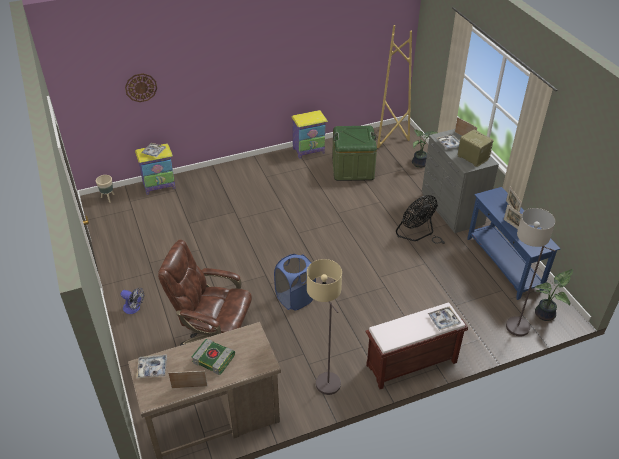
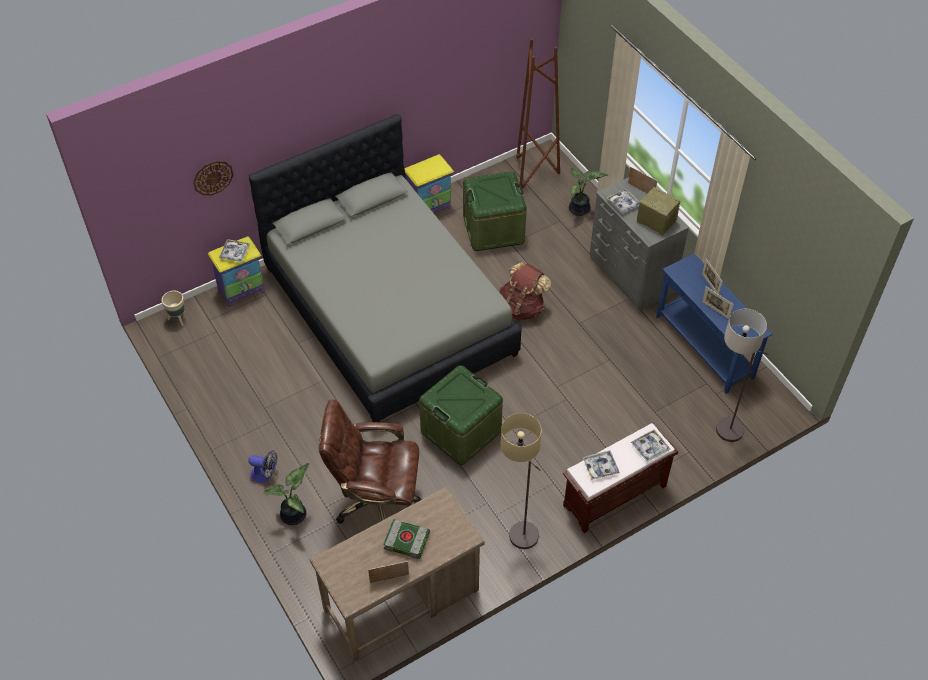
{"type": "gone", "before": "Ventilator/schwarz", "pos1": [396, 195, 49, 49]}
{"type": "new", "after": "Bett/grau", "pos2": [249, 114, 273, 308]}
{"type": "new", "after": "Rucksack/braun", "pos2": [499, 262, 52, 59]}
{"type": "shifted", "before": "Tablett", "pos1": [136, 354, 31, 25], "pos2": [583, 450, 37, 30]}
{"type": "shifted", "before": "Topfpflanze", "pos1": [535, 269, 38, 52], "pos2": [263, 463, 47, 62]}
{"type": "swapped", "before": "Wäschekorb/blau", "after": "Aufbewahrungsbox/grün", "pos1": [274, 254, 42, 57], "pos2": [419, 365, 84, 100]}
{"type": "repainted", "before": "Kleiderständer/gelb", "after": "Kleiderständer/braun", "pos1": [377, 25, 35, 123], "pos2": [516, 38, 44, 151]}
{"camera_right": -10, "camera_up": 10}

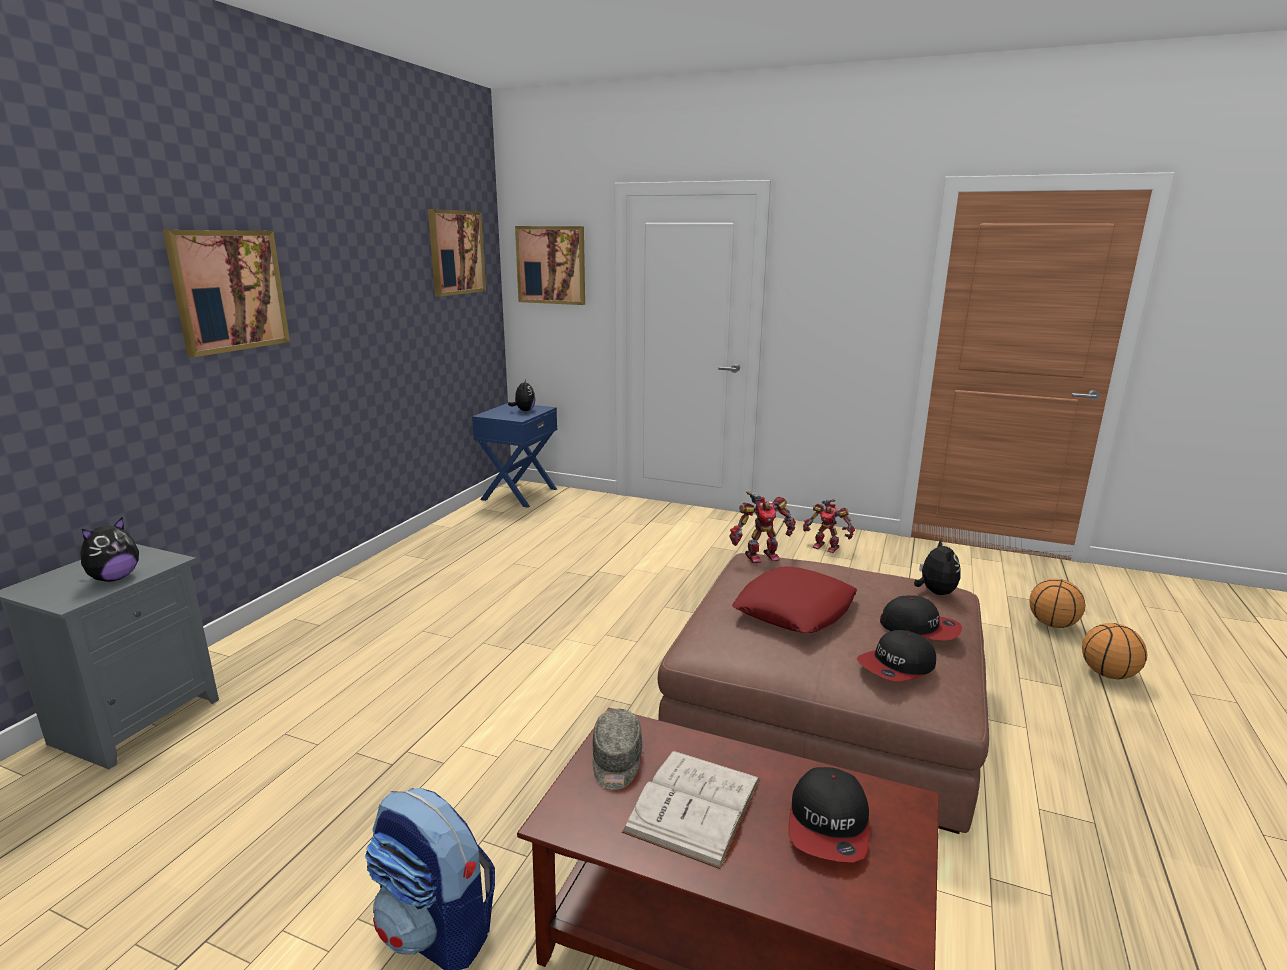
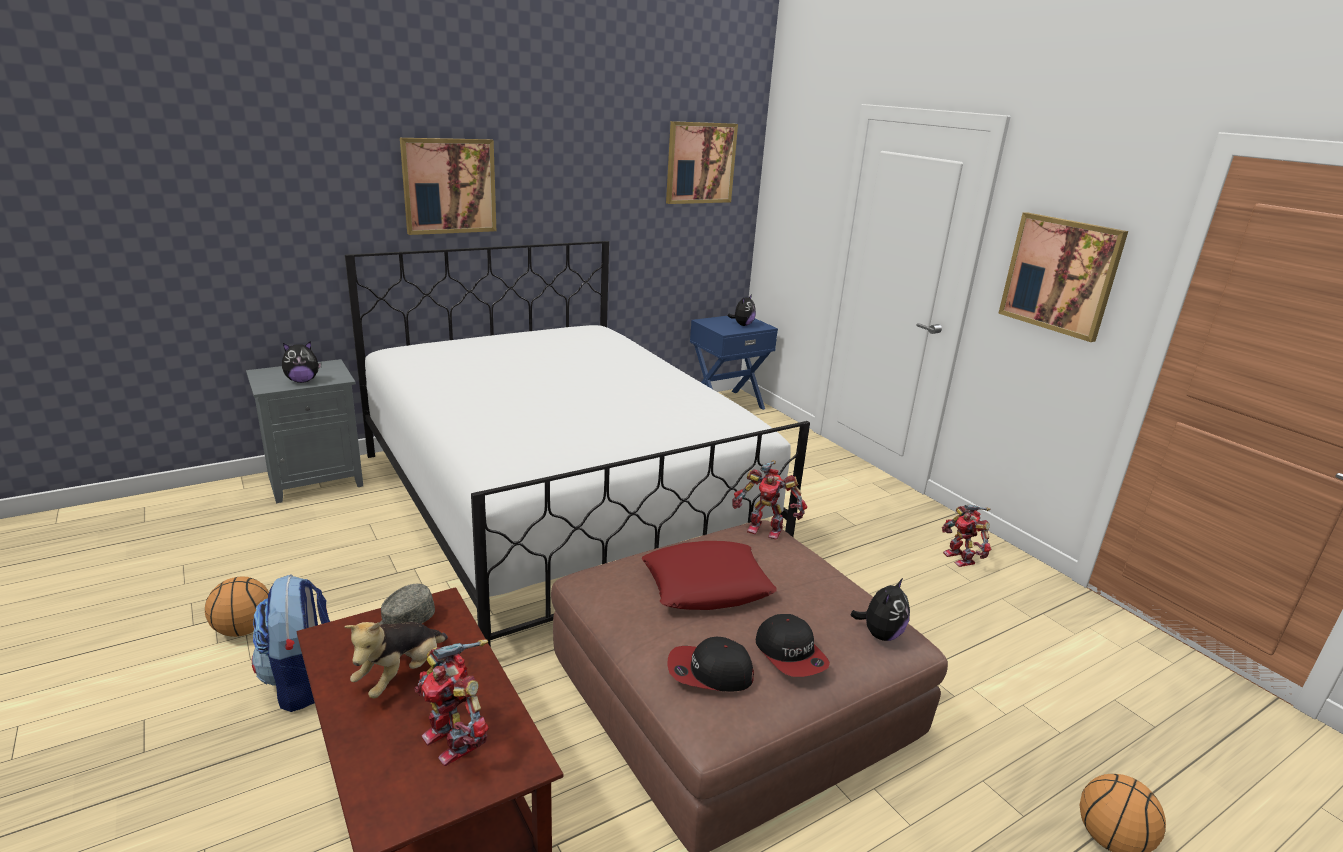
{"type": "new", "after": "Bett/weiß", "pos2": [345, 241, 465, 406]}
{"type": "shifted", "before": "Bild", "pos1": [515, 226, 70, 79], "pos2": [998, 212, 130, 130]}
{"type": "shifted", "before": "Basketball", "pos1": [1029, 579, 56, 49], "pos2": [205, 576, 64, 61]}
{"type": "swapped", "before": "Buch/weiß", "after": "Plüschtier", "pos1": [622, 751, 138, 118], "pos2": [344, 622, 104, 76]}
{"type": "swapped", "before": "Kappe", "after": "Spielzeugroboter", "pos1": [789, 767, 80, 95], "pos2": [414, 639, 75, 127]}
{"camera_right": 35, "camera_up": 5}

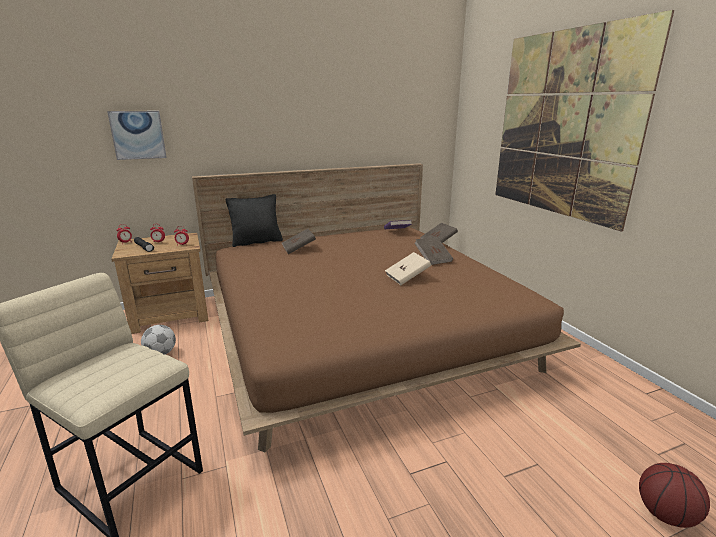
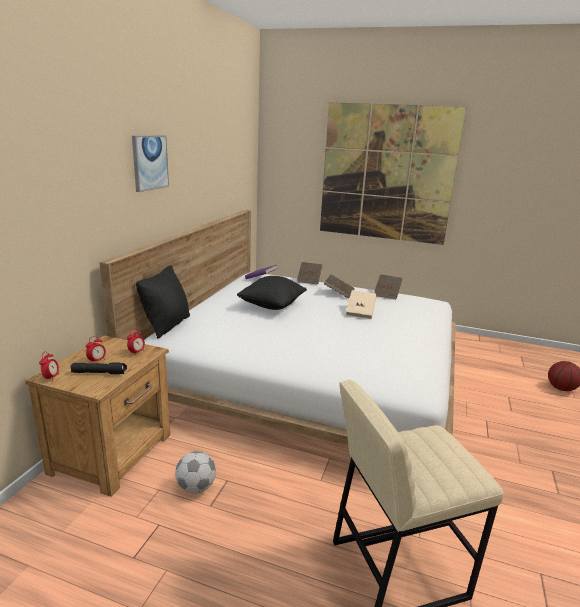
{"type": "new", "after": "Kissen/schwarz", "pos2": [237, 276, 70, 34]}
{"type": "shifted", "before": "Bild", "pos1": [107, 111, 60, 49], "pos2": [132, 135, 37, 57]}
{"type": "shifted", "before": "Buch/braun", "pos1": [282, 229, 34, 25], "pos2": [374, 274, 28, 25]}
{"type": "repainted", "before": "Bett/braun", "after": "Bett/weiß", "pos1": [192, 163, 389, 290], "pos2": [100, 210, 356, 236]}
{"camera_right": -50, "camera_up": 0}

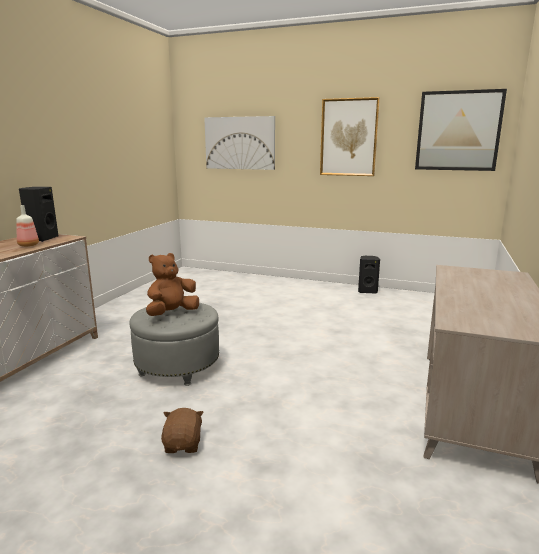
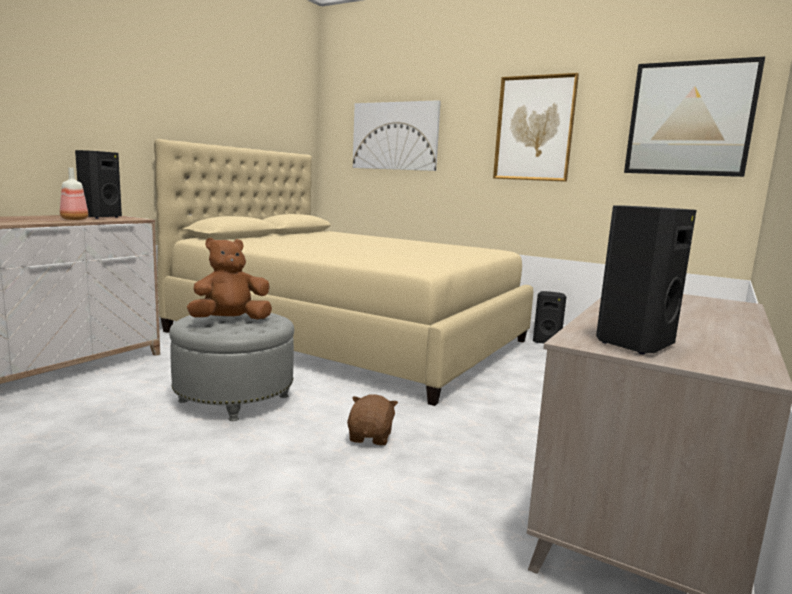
{"type": "new", "after": "Bett/beige", "pos2": [154, 139, 379, 267]}
{"type": "new", "after": "Lautsprecher/schwarz", "pos2": [596, 205, 100, 149]}
{"type": "shifted", "before": "Plüschtier/braun", "pos1": [161, 408, 43, 45], "pos2": [347, 394, 51, 51]}
{"camera_right": 10, "camera_up": -5}

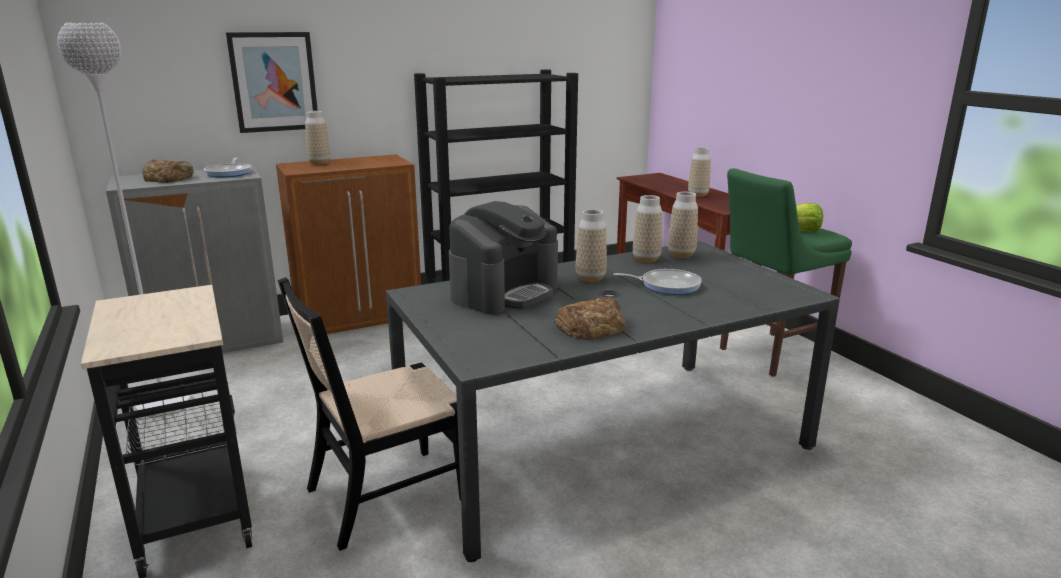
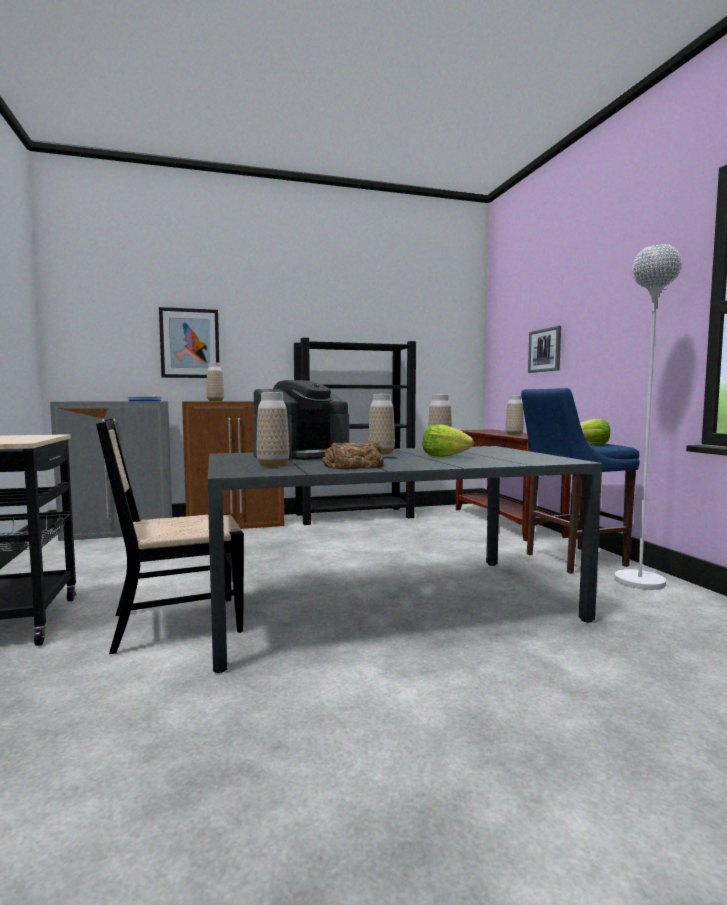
{"type": "gone", "before": "Brot", "pos1": [142, 160, 51, 23]}
{"type": "new", "after": "Bild", "pos2": [528, 326, 33, 47]}
{"type": "shifted", "before": "Stehlampe/weiß", "pos1": [57, 22, 135, 395], "pos2": [615, 244, 67, 346]}
{"type": "shifted", "before": "Vase", "pos1": [668, 192, 30, 66], "pos2": [256, 392, 33, 75]}
{"type": "swapped", "before": "Pfanne", "after": "Salatkopf", "pos1": [613, 269, 89, 26], "pos2": [423, 424, 51, 33]}
{"type": "repainted", "before": "Hocker/grün", "after": "Hocker/blau", "pos1": [720, 168, 132, 209], "pos2": [521, 388, 119, 186]}
{"camera_right": 10, "camera_up": -15}

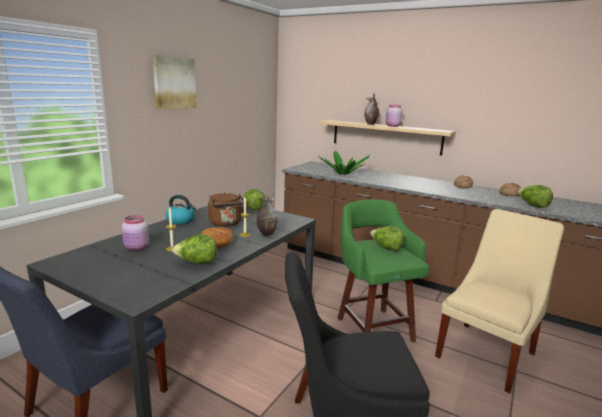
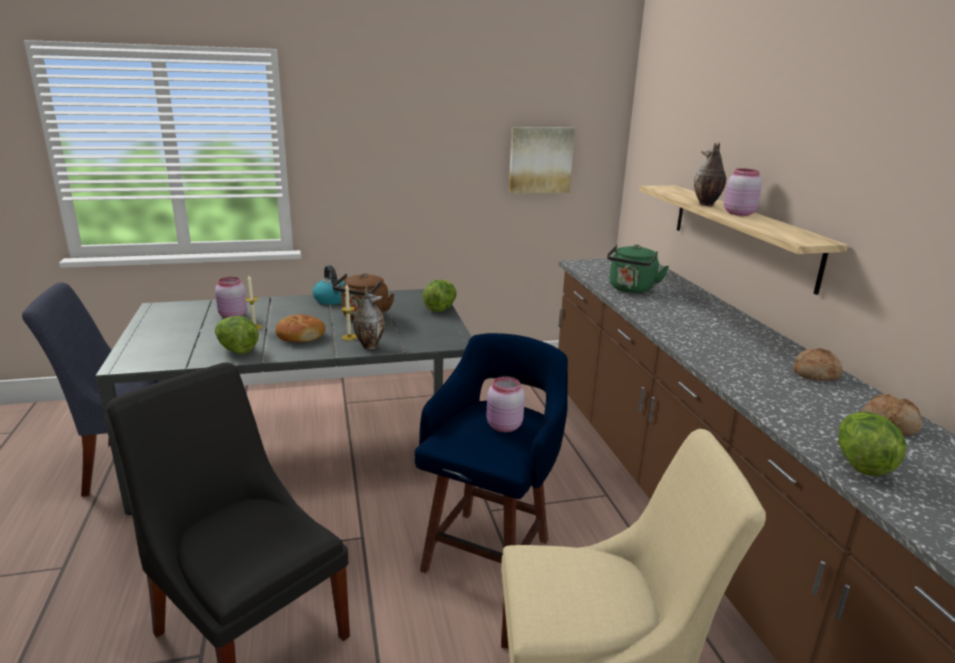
{"type": "shifted", "before": "Bild", "pos1": [152, 55, 44, 54], "pos2": [509, 127, 66, 67]}
{"type": "swapped", "before": "Topfpflanze", "after": "Wasserkessel/grün", "pos1": [318, 150, 52, 25], "pos2": [607, 244, 62, 49]}
{"type": "swapped", "before": "Salatkopf", "after": "Vorratsglas/rosa", "pos1": [370, 226, 35, 25], "pos2": [486, 377, 39, 55]}
{"type": "repainted", "before": "Hocker/grün", "after": "Hocker/blau", "pos1": [337, 199, 93, 143], "pos2": [414, 333, 154, 241]}
{"camera_right": 45, "camera_up": 5}

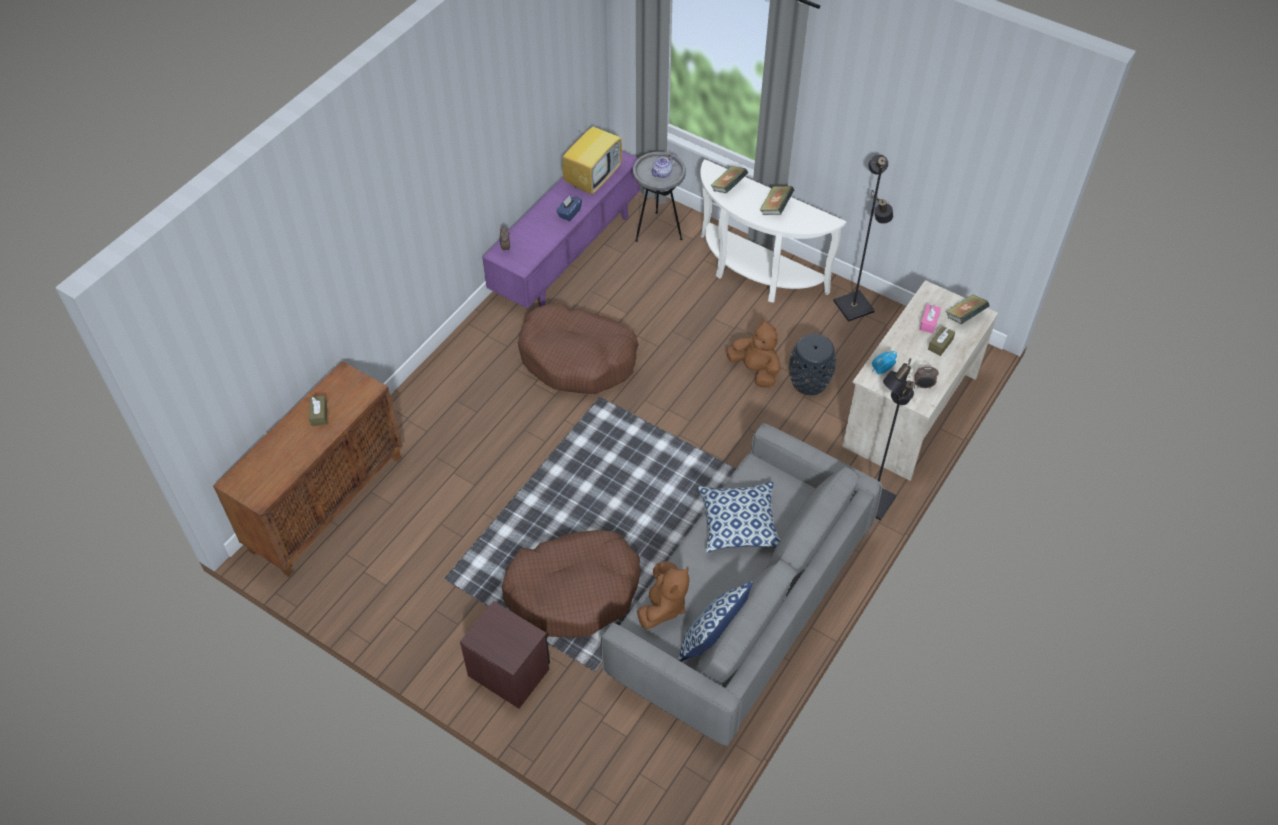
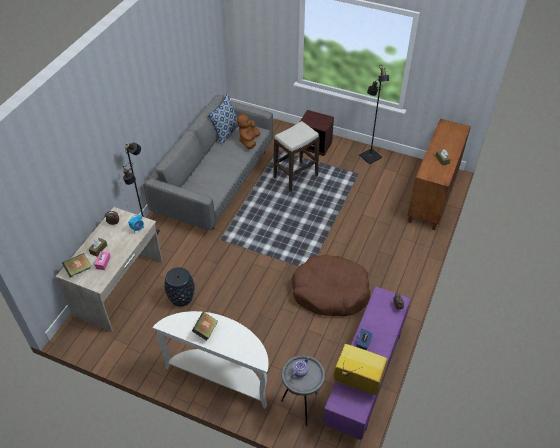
{"type": "gone", "before": "Kissen", "pos1": [698, 482, 83, 71]}
{"type": "gone", "before": "Buch", "pos1": [710, 166, 38, 27]}
{"type": "gone", "before": "Plüschtier/braun", "pos1": [726, 318, 55, 69]}
{"type": "shifted", "before": "Stehlampe/schwarz", "pos1": [833, 155, 60, 167], "pos2": [359, 66, 30, 98]}
{"type": "swapped", "before": "Hundebett/braun", "after": "Hocker", "pos1": [501, 530, 140, 108], "pos2": [273, 121, 47, 71]}
{"type": "rotated", "before": "Fernseher", "pos1": [562, 115, 60, 80], "pos2": [334, 344, 54, 51], "turn": 90}
{"camera_right": 170, "camera_up": -5}

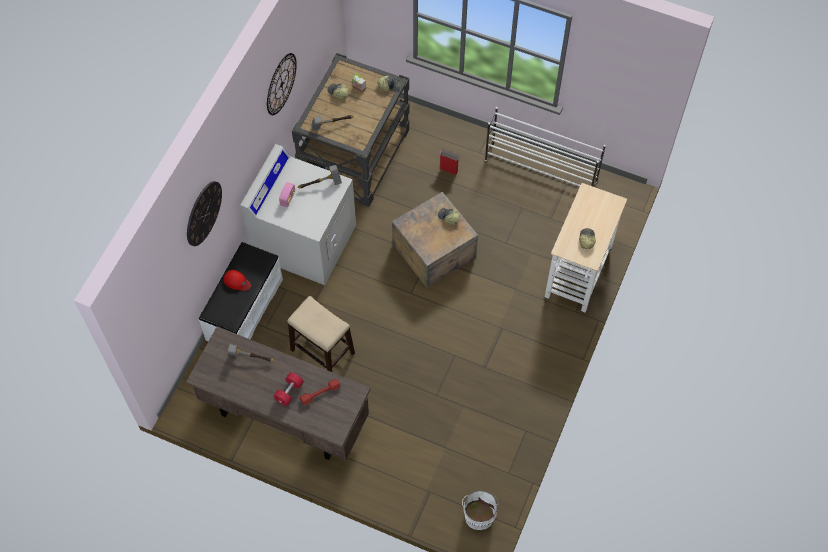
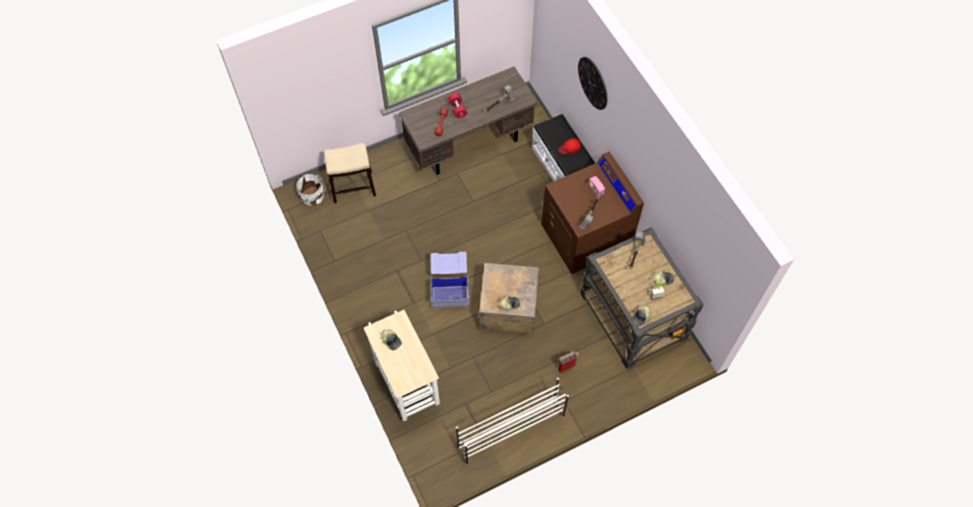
{"type": "gone", "before": "Wanduhr", "pos1": [267, 53, 30, 62]}
{"type": "new", "after": "Aufbewahrungsbox/blau", "pos2": [430, 252, 40, 56]}
{"type": "shifted", "before": "Hocker", "pos1": [287, 296, 68, 76], "pos2": [324, 143, 52, 60]}
{"type": "repainted", "before": "Waschmaschine/weiß", "after": "Waschmaschine/braun", "pos1": [240, 144, 116, 141], "pos2": [541, 151, 103, 123]}
{"camera_right": 130, "camera_up": 0}

